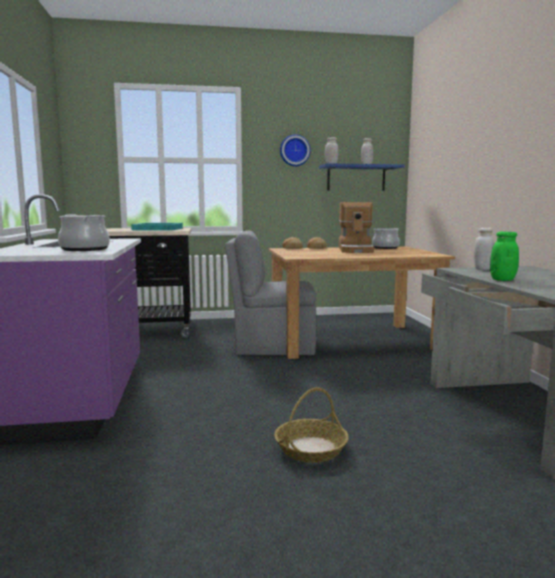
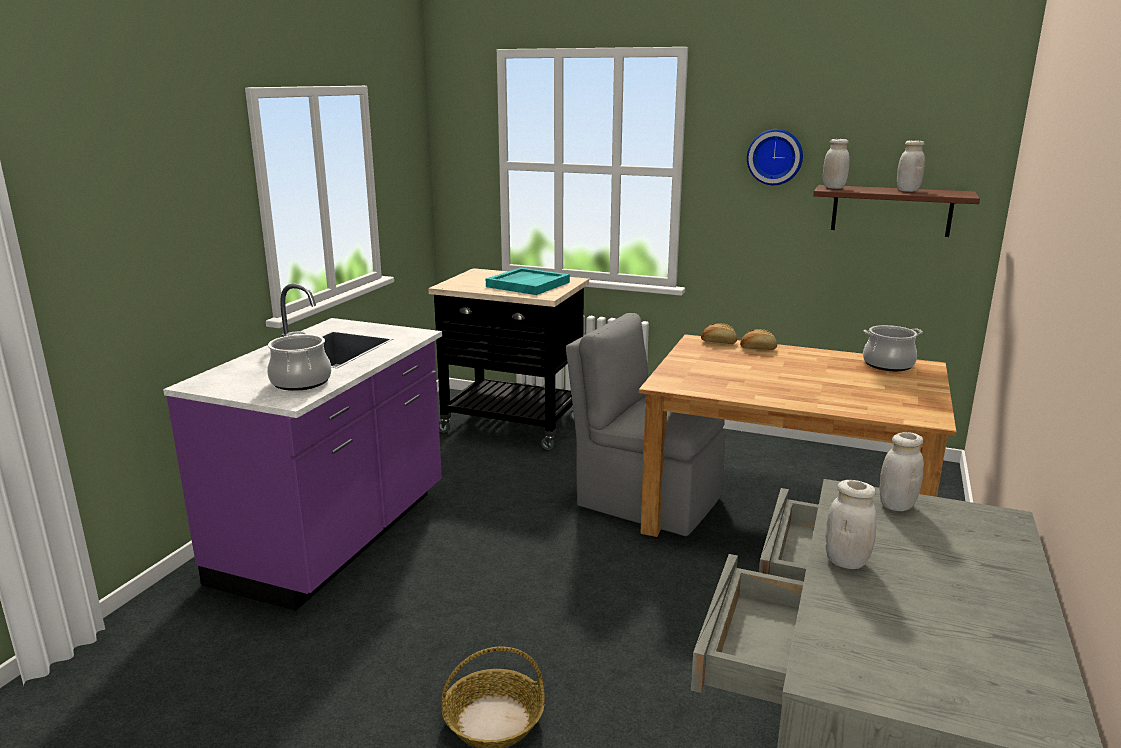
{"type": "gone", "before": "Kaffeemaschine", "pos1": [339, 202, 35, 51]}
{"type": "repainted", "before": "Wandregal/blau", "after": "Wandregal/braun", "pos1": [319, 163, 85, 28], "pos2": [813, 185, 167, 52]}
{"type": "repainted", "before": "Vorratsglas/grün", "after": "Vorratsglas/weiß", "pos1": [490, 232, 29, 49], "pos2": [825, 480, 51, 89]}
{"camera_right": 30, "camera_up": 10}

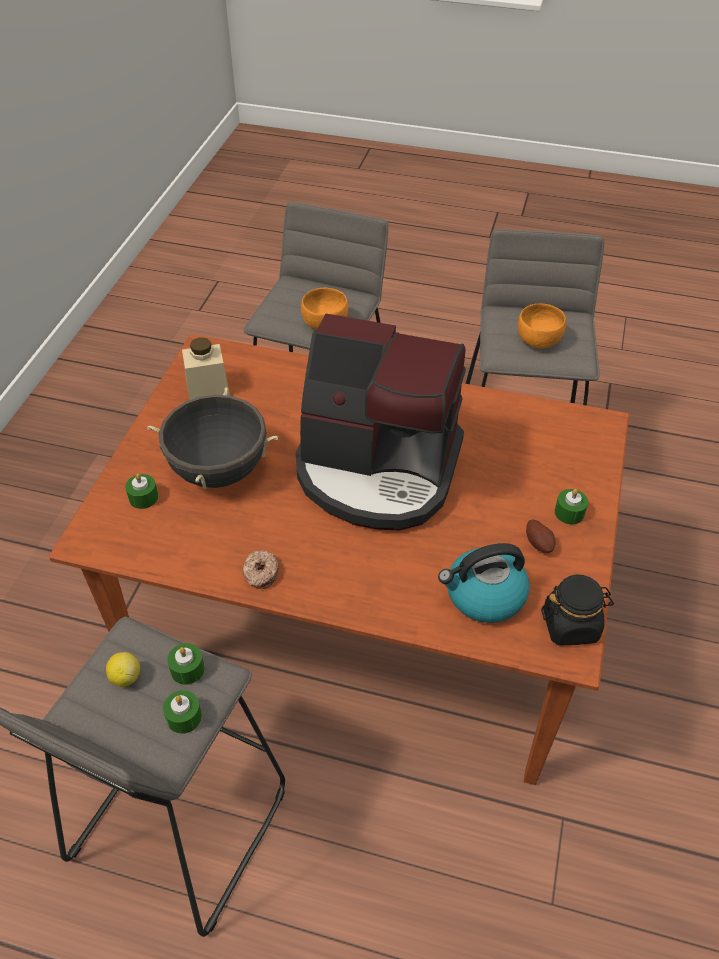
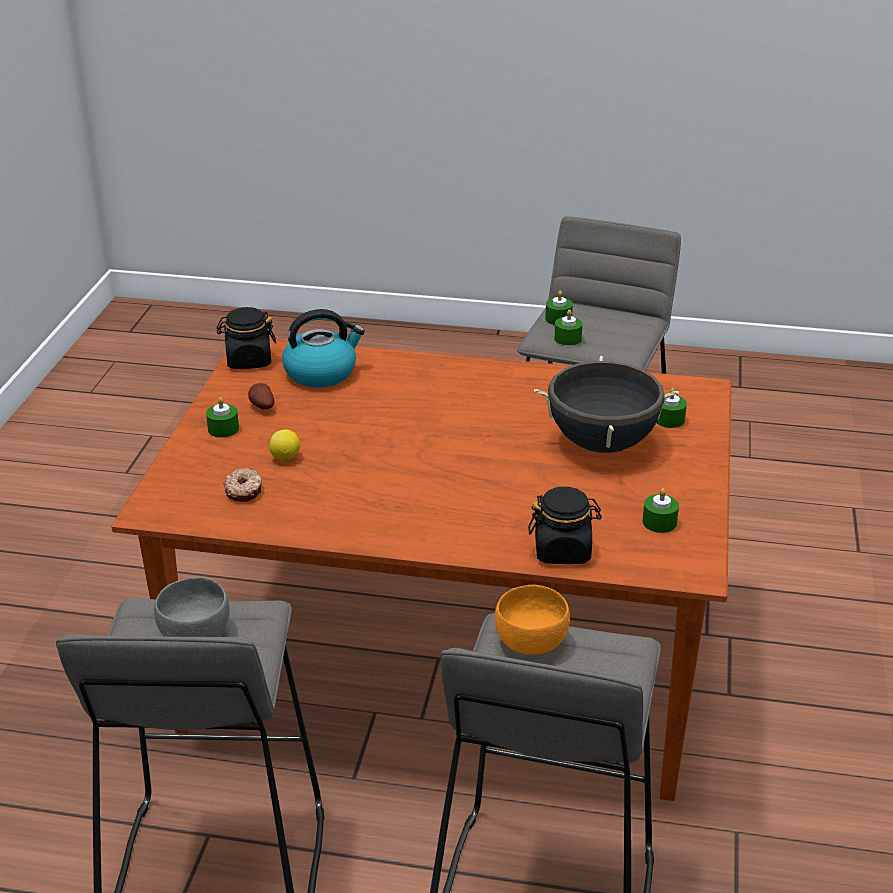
{"type": "gone", "before": "Kaffeemaschine", "pos1": [296, 314, 170, 216]}
{"type": "new", "after": "Vorratsglas/schwarz", "pos2": [528, 487, 74, 77]}
{"type": "shifted", "before": "Zitrone", "pos1": [106, 652, 34, 35], "pos2": [269, 429, 31, 31]}
{"type": "shifted", "before": "Donut", "pos1": [242, 550, 37, 39], "pos2": [223, 468, 39, 34]}
{"type": "swapped", "before": "Vorratsglas/beige", "after": "Kerze/grün", "pos1": [182, 337, 48, 63], "pos2": [642, 488, 37, 45]}
{"type": "repainted", "before": "Schüssel/orange", "after": "Schüssel/grau", "pos1": [518, 304, 48, 45], "pos2": [154, 577, 75, 60]}
{"camera_right": 175, "camera_up": -15}

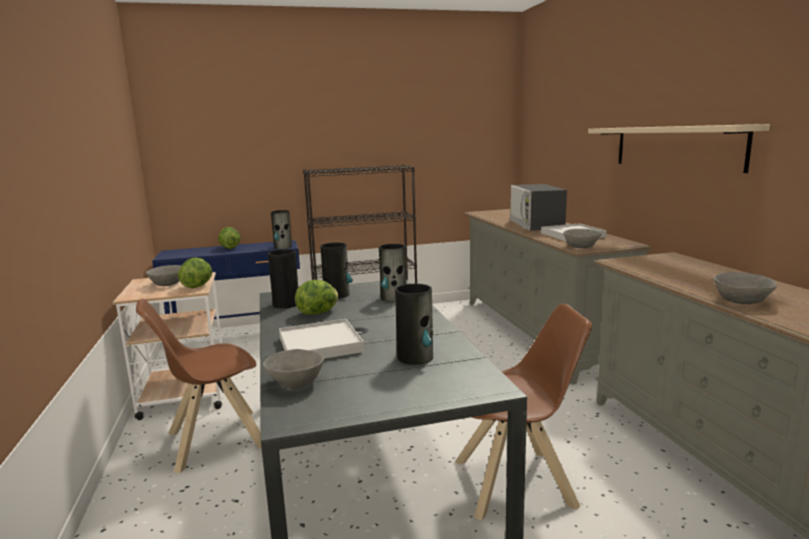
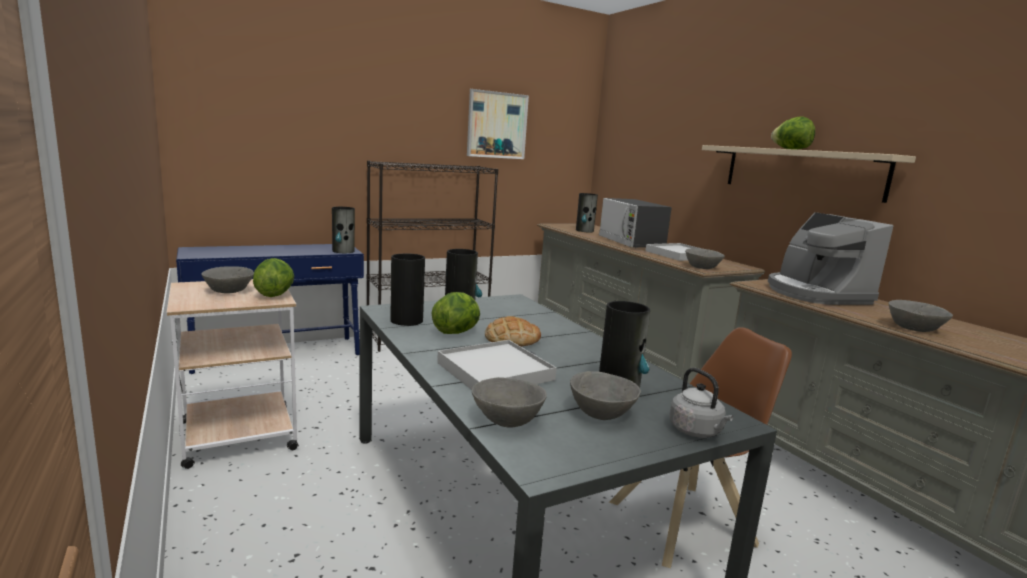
{"type": "gone", "before": "Stuhl/braun", "pos1": [136, 299, 125, 174]}
{"type": "new", "after": "Bild", "pos2": [467, 89, 62, 70]}
{"type": "new", "after": "Brot", "pos2": [485, 316, 56, 30]}
{"type": "new", "after": "Schüssel/grau", "pos2": [570, 371, 71, 49]}
{"type": "new", "after": "Wasserkessel/grau", "pos2": [669, 368, 64, 70]}
{"type": "new", "after": "Kaffeemaschine", "pos2": [768, 212, 125, 93]}
{"type": "shifted", "before": "Salatkopf", "pos1": [218, 227, 23, 22], "pos2": [771, 116, 44, 34]}
{"type": "shifted", "before": "Vase", "pos1": [379, 244, 27, 58], "pos2": [576, 193, 22, 40]}
{"camera_right": -15, "camera_up": 0}

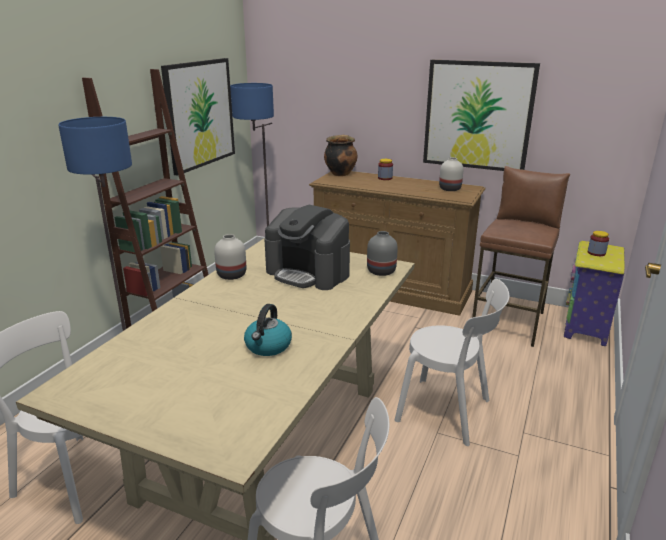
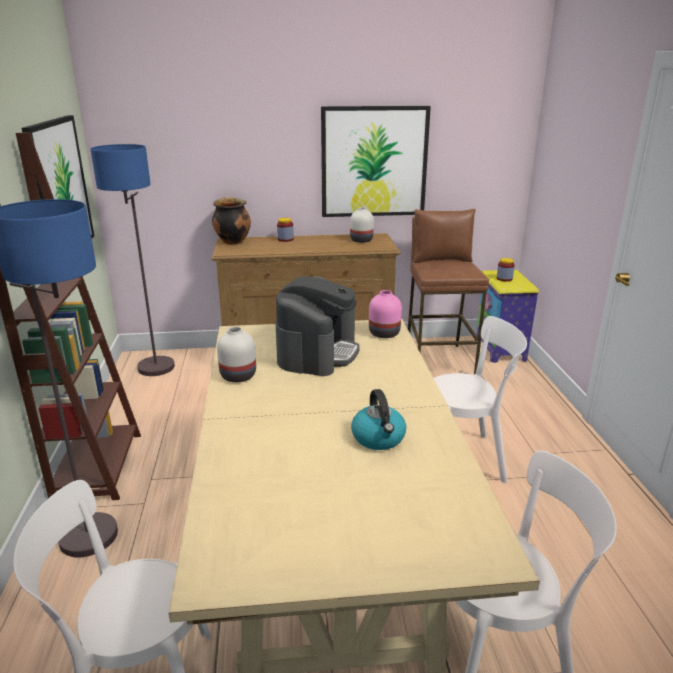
{"type": "repainted", "before": "Vase/grau", "after": "Vase/rosa", "pos1": [367, 231, 31, 45], "pos2": [369, 290, 33, 48]}
{"type": "rotated", "before": "Kaffeemaschine", "pos1": [264, 205, 86, 85], "pos2": [275, 276, 84, 100], "turn": -75}
{"camera_right": -30, "camera_up": 0}

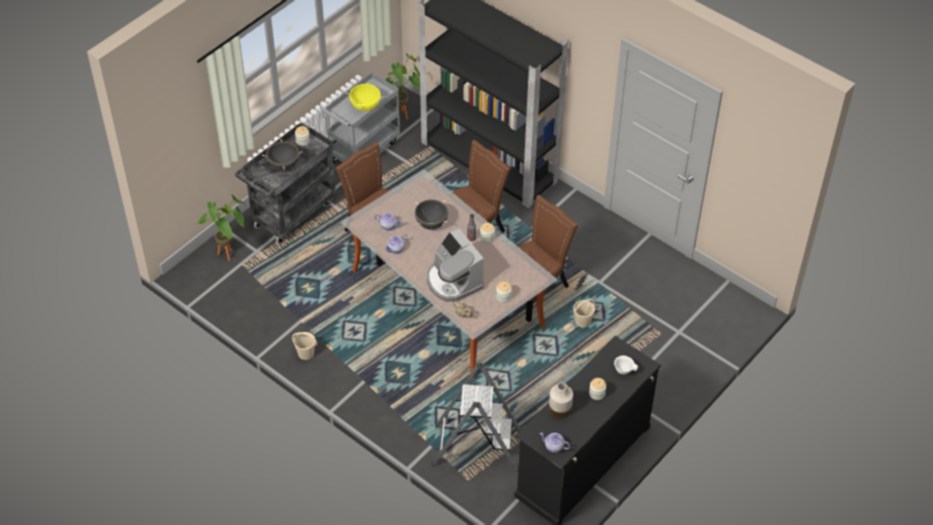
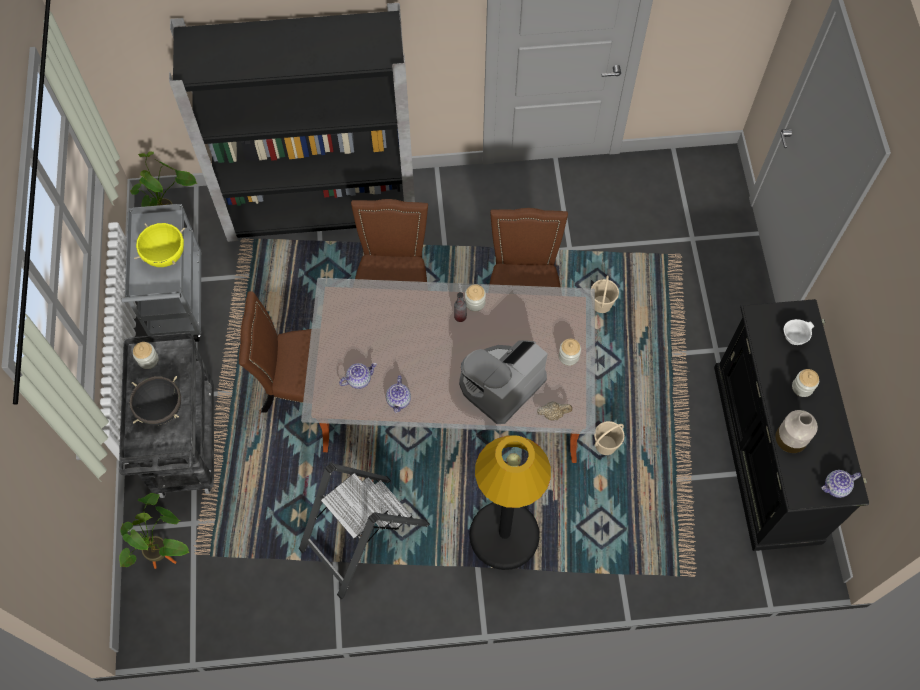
{"type": "gone", "before": "Kochtopf/schwarz", "pos1": [414, 199, 34, 31]}
{"type": "new", "after": "Stehlampe/schwarz", "pos2": [469, 436, 82, 134]}
{"type": "shifted", "before": "Eimer/beige", "pos1": [292, 332, 25, 28], "pos2": [594, 421, 30, 34]}
{"type": "shifted", "before": "Trittleiter/grau", "pos1": [432, 363, 89, 109], "pos2": [298, 463, 132, 137]}
{"type": "rotated", "before": "Kaffeemaschine", "pos1": [427, 228, 57, 74], "pos2": [459, 340, 89, 84], "turn": 120}
{"camera_right": -45, "camera_up": 15}

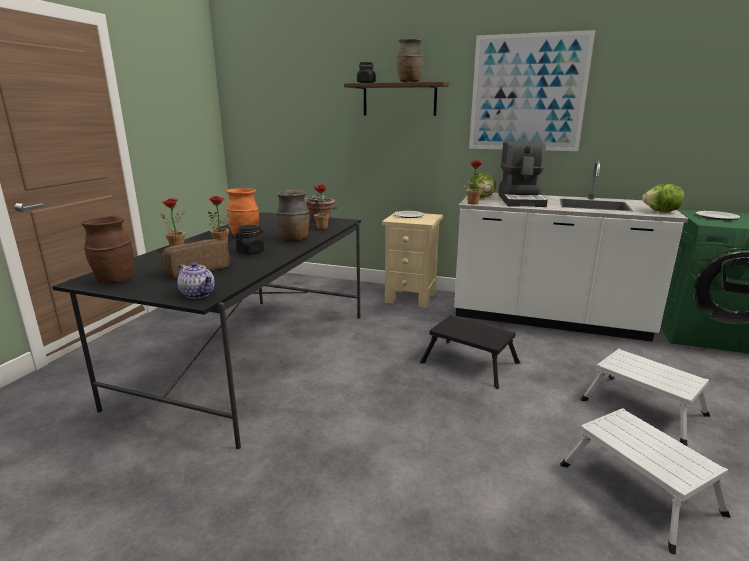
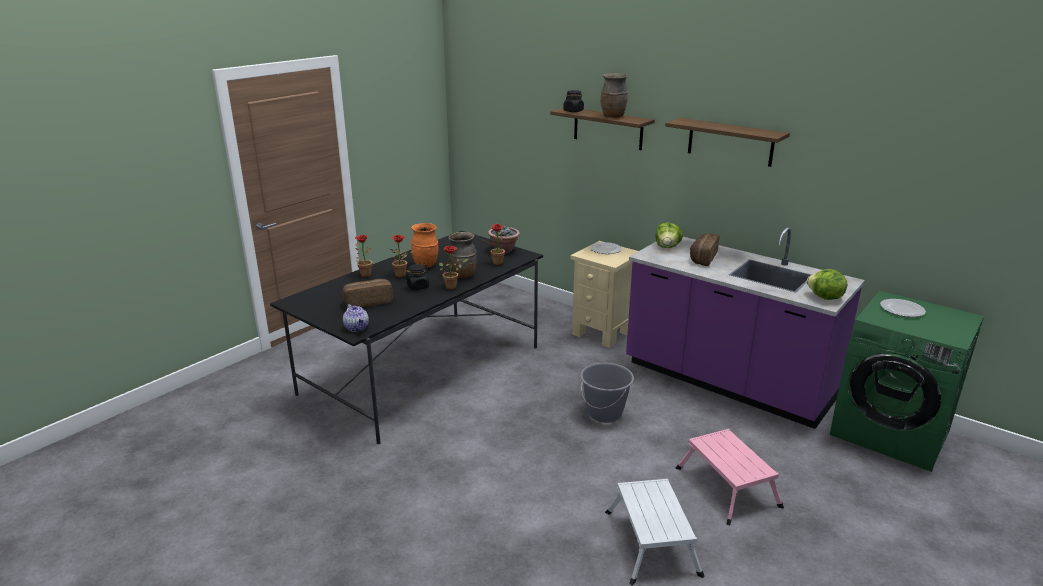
{"type": "gone", "before": "Vase/braun", "pos1": [81, 216, 53, 68]}
{"type": "shifted", "before": "Topfpflanze", "pos1": [459, 160, 30, 45], "pos2": [439, 246, 29, 44]}
{"type": "swapped", "before": "Trittleiter/schwarz", "after": "Eimer/grau", "pos1": [420, 315, 100, 74], "pos2": [580, 363, 54, 60]}
{"type": "swapped", "before": "Bild", "after": "Wandregal", "pos1": [469, 30, 126, 121], "pos2": [665, 118, 125, 49]}
{"type": "swapped", "before": "Kaffeemaschine", "after": "Brot", "pos1": [498, 141, 49, 66], "pos2": [690, 234, 29, 32]}
{"type": "repainted", "before": "Küchenzeile/weiß", "after": "Küchenzeile/lila", "pos1": [454, 161, 234, 181], "pos2": [626, 227, 239, 202]}
{"type": "repainted", "before": "Trittleiter/weiß", "after": "Trittleiter/rosa", "pos1": [580, 349, 130, 98], "pos2": [675, 429, 109, 96]}
{"camera_right": 20, "camera_up": 5}

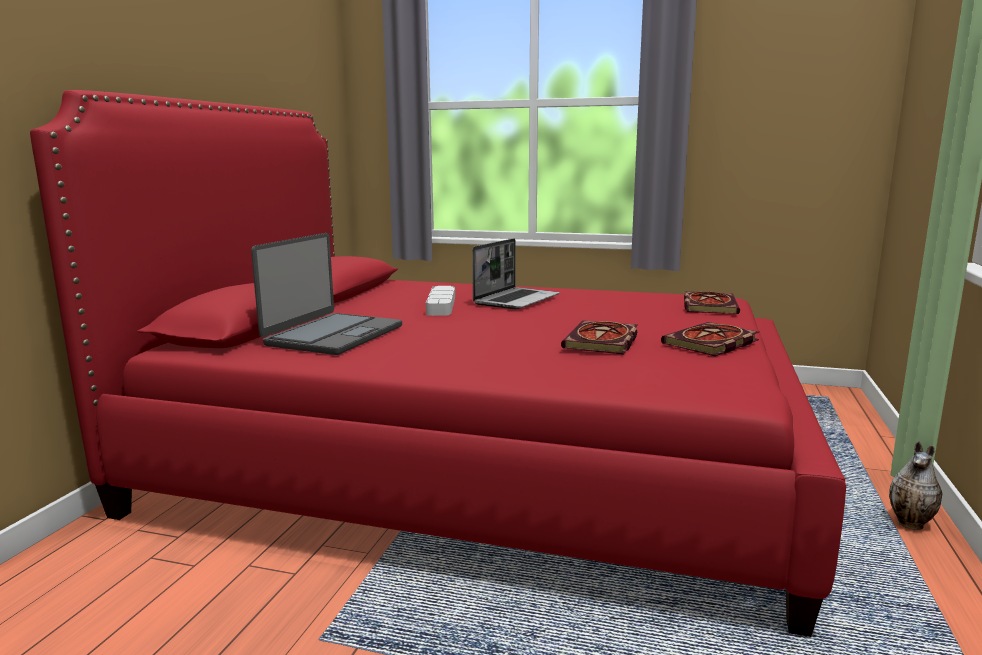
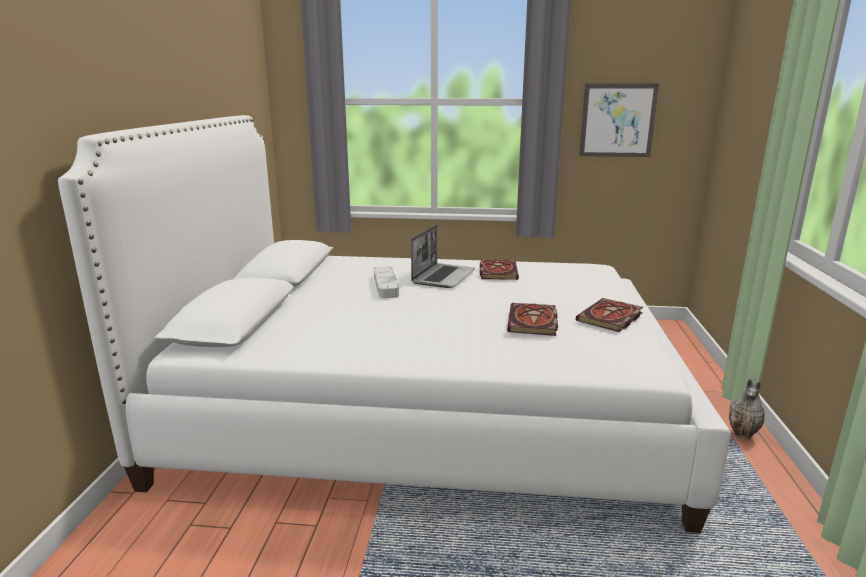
{"type": "gone", "before": "Laptop", "pos1": [251, 233, 151, 122]}
{"type": "new", "after": "Bild", "pos2": [579, 84, 80, 73]}
{"type": "shifted", "before": "Buch", "pos1": [684, 291, 56, 23], "pos2": [480, 259, 39, 21]}
{"type": "repainted", "before": "Bett/rot", "after": "Bett/weiß", "pos1": [30, 90, 816, 547], "pos2": [58, 115, 673, 418]}
{"camera_right": -10, "camera_up": 5}

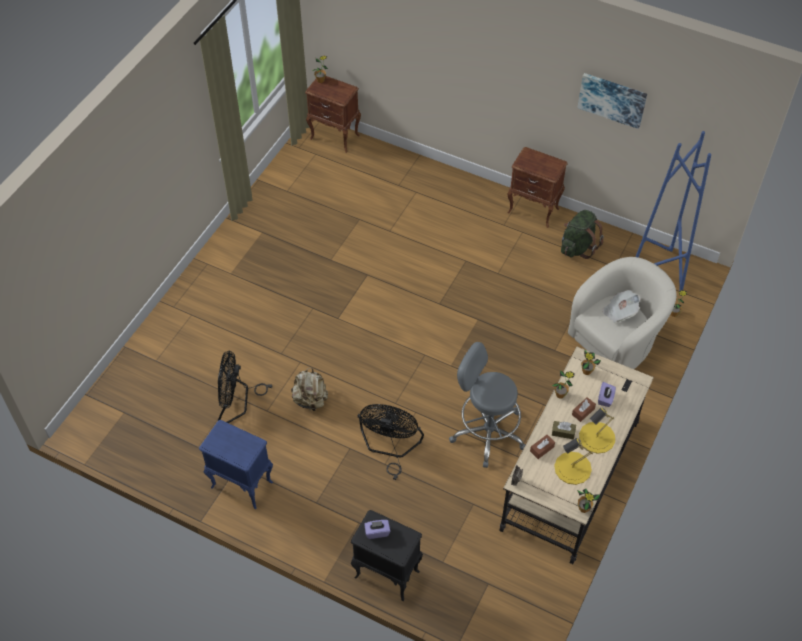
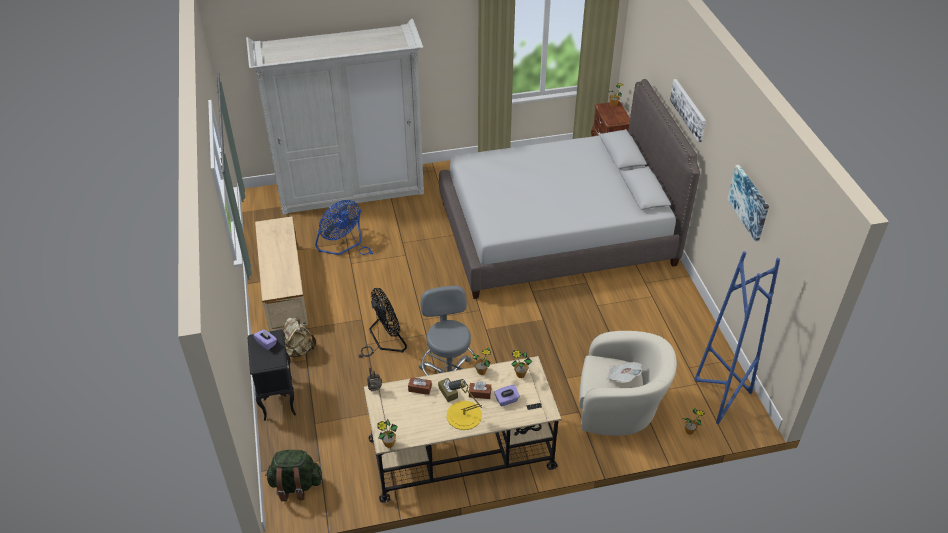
{"type": "gone", "before": "Nachttisch/braun", "pos1": [508, 147, 60, 81]}
{"type": "gone", "before": "Tischlampe/gelb", "pos1": [554, 438, 39, 47]}
{"type": "new", "after": "Kleiderschrank/weiß", "pos2": [246, 19, 178, 196]}
{"type": "new", "after": "Bett/grau", "pos2": [439, 79, 261, 220]}
{"type": "new", "after": "Bild", "pos2": [670, 79, 36, 63]}
{"type": "shifted", "before": "Rucksack/beige", "pos1": [291, 368, 37, 44], "pos2": [283, 317, 33, 40]}
{"type": "shifted", "before": "Rucksack/grün", "pos1": [561, 210, 43, 49], "pos2": [265, 450, 57, 51]}
{"type": "swapped", "before": "Nachttisch/blau", "after": "Bank/beige", "pos1": [199, 420, 74, 89], "pos2": [255, 216, 53, 115]}
{"type": "repainted", "before": "Ventilator/schwarz", "after": "Ventilator/blau", "pos1": [218, 350, 54, 73], "pos2": [315, 200, 58, 55]}
{"camera_right": 50, "camera_up": -10}

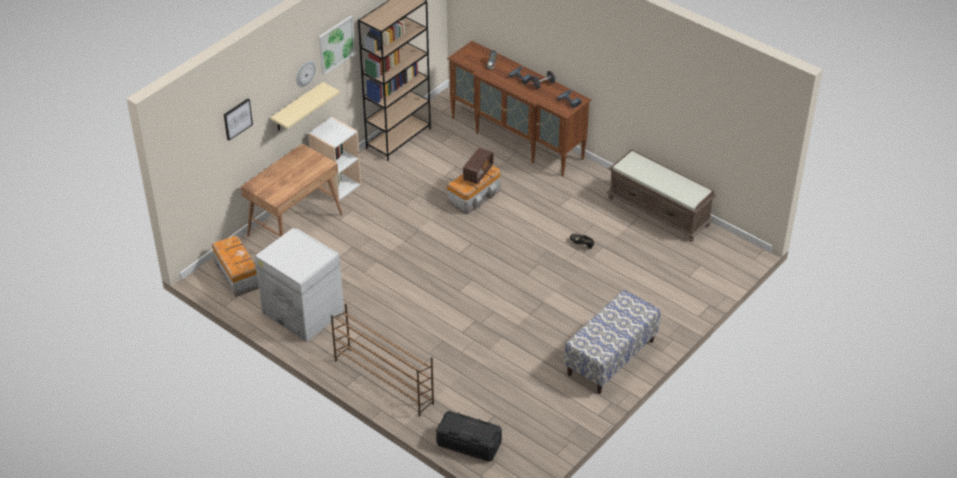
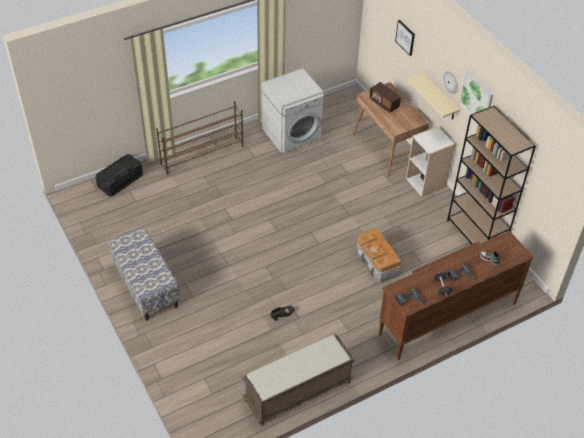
{"type": "gone", "before": "Aufbewahrungsbox", "pos1": [212, 236, 47, 61]}
{"type": "shifted", "before": "Radio", "pos1": [463, 148, 30, 36], "pos2": [369, 82, 32, 31]}
{"camera_right": 110, "camera_up": 5}

